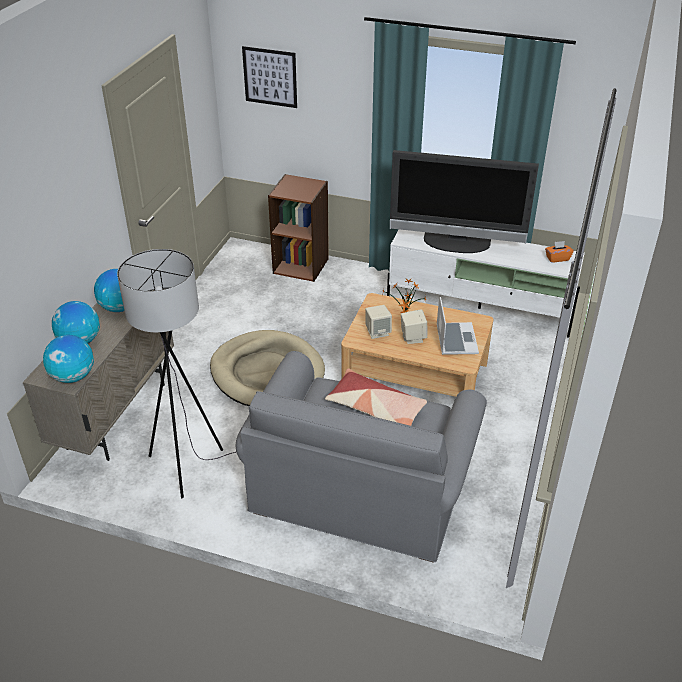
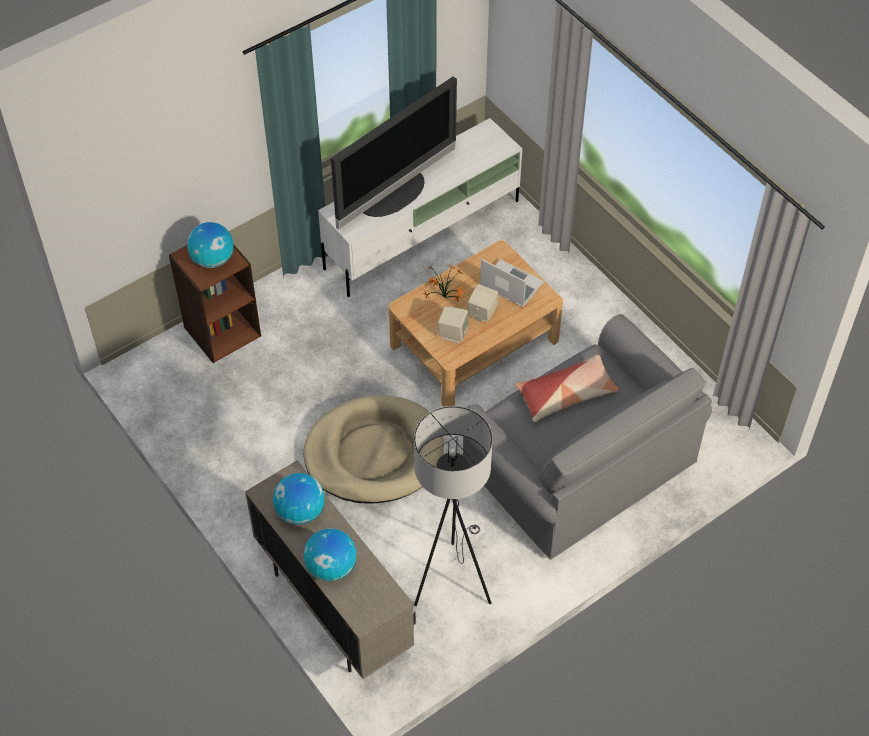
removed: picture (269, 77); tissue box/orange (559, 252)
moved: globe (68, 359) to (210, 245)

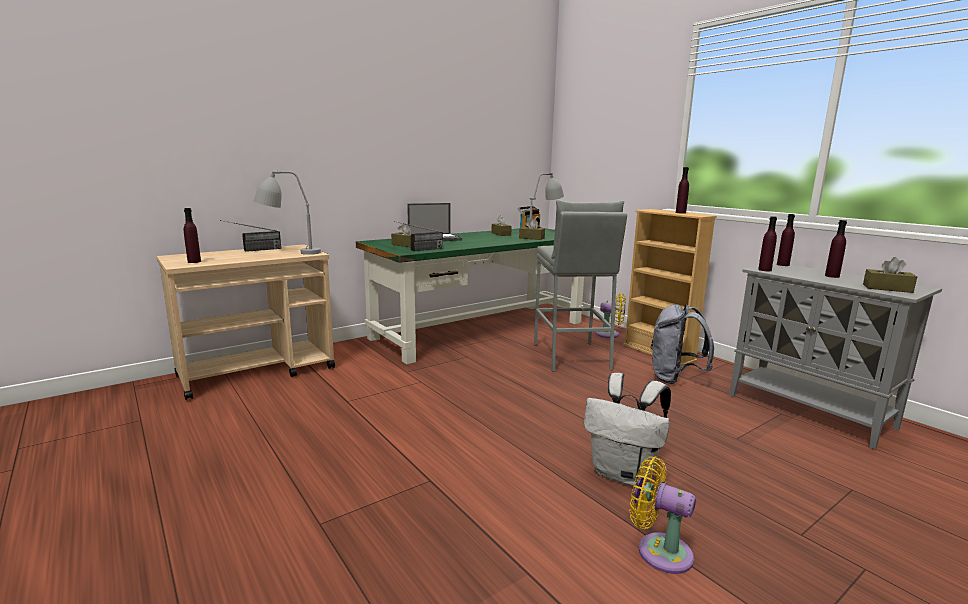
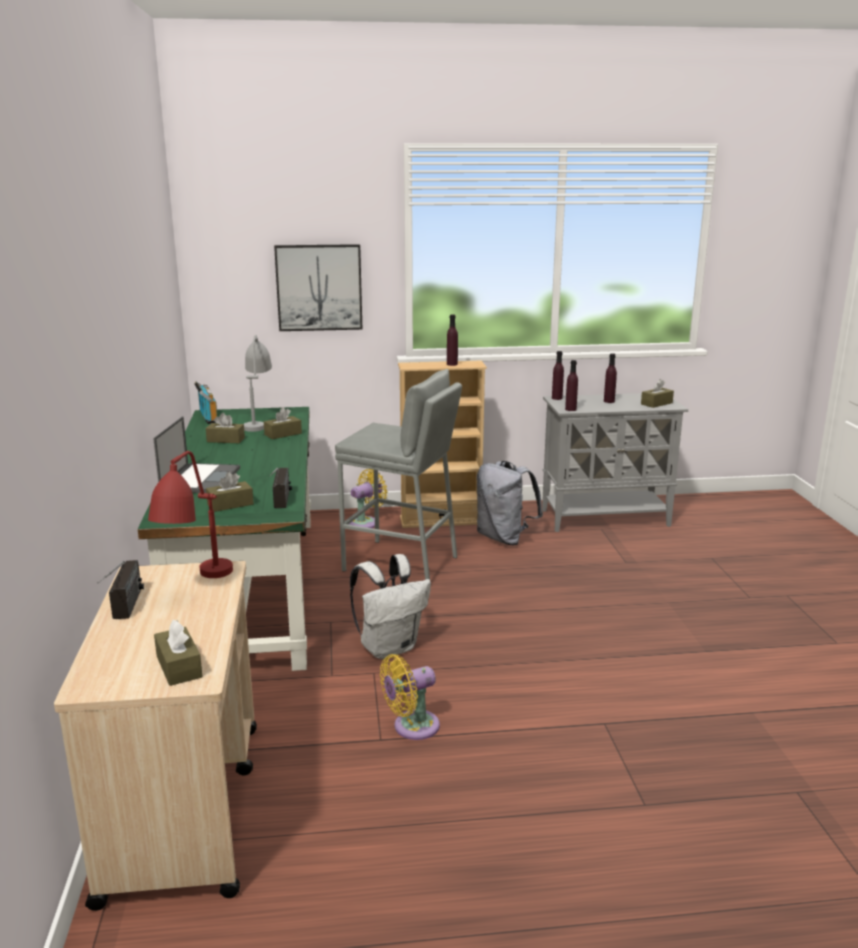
added: picture (318, 287)
moved: backpack/white (627, 429) to (390, 606); fan/yellow (663, 515) to (410, 697)
replaced: bottle/purple (192, 235) to tissue box/brown (178, 653)
recoloured: table lamp/grey (287, 213) to table lamp/red (190, 514)

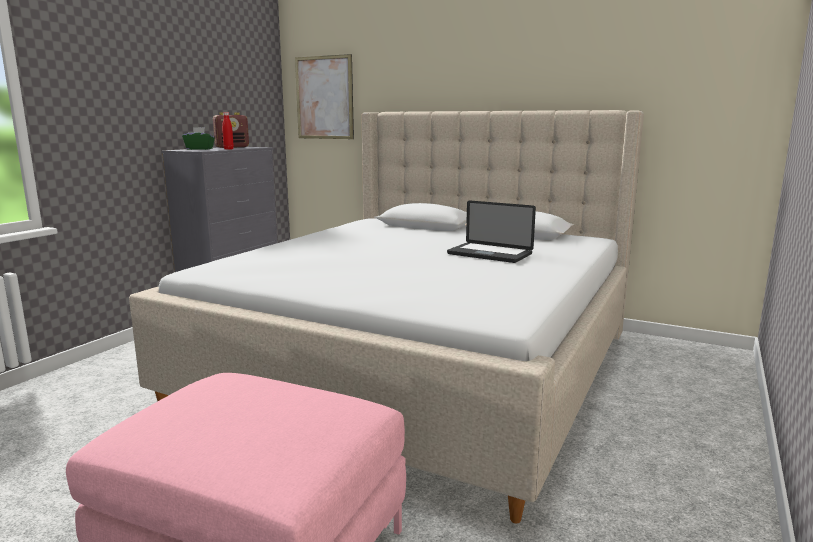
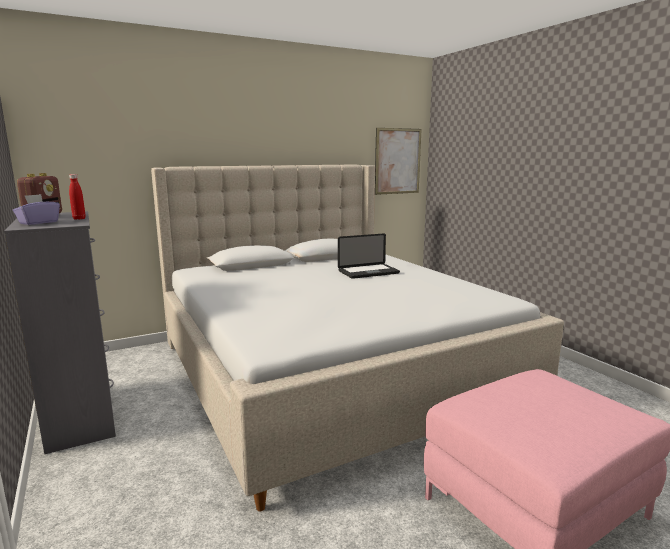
moved: picture (324, 96) to (398, 161)
recoloured: tissue box/green (198, 138) to tissue box/purple (36, 209)

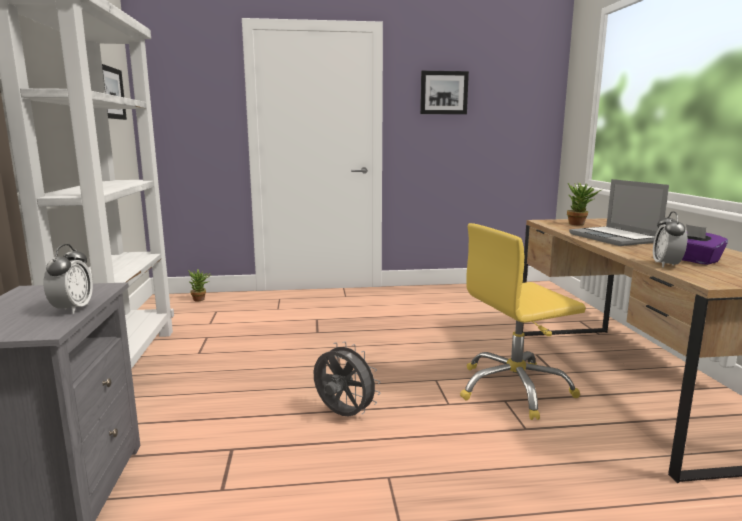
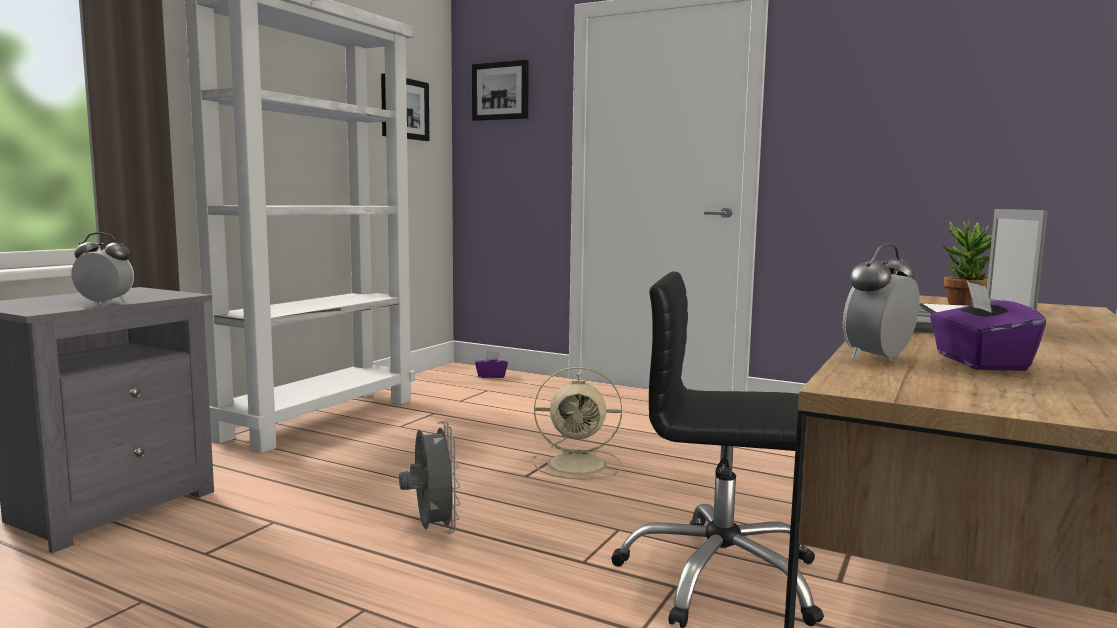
added: fan/beige (577, 423)
moved: picture (444, 92) to (500, 90)
replaced: potted plant (199, 285) to tissue box/purple (491, 364)
recoloured: office chair/yellow (523, 321) to office chair/black (717, 450)
turned: alarm clock (68, 279) = (103, 268) 120 degrees counterclockwise

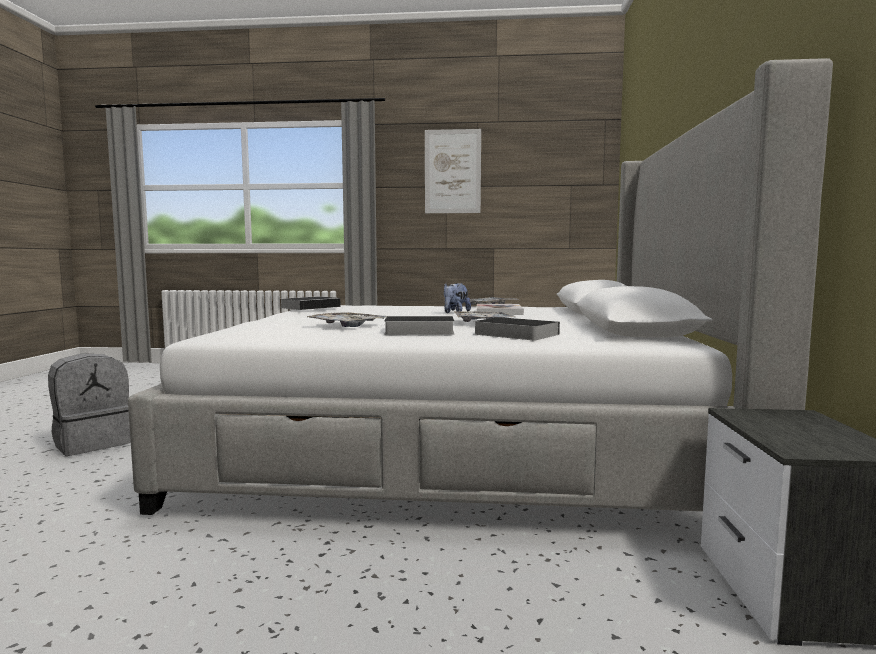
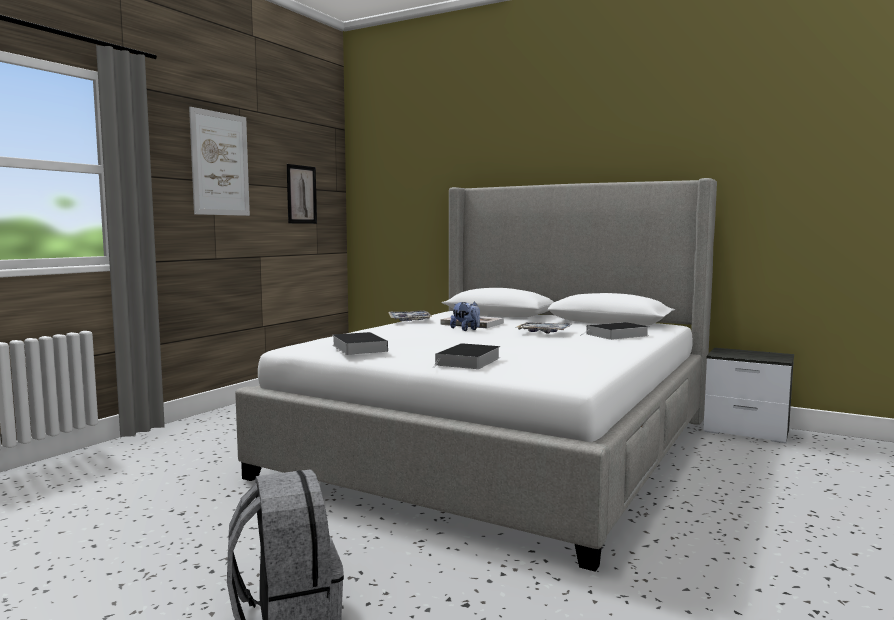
removed: tray (346, 319)
added: picture (302, 194)
moved: book (419, 325) to (466, 356)

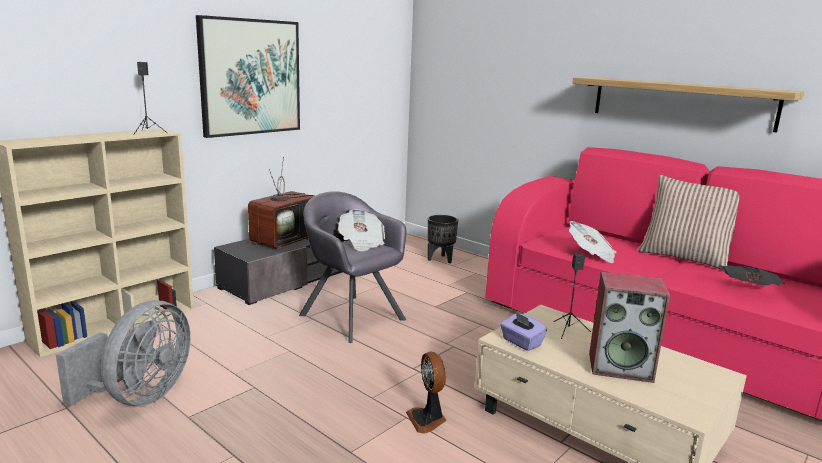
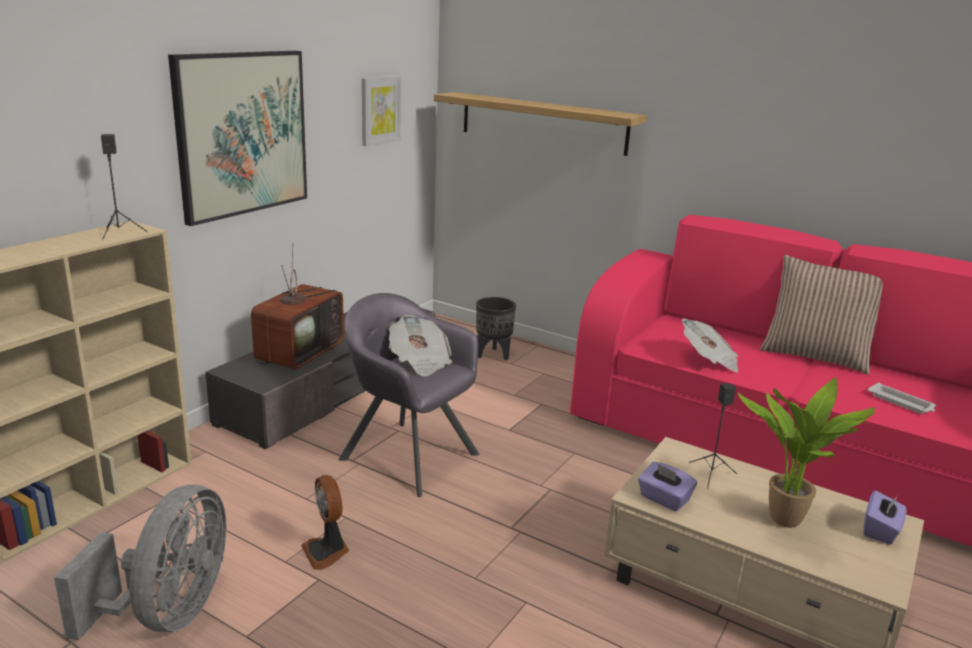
added: picture (381, 110); tissue box/purple (885, 517)
moved: shelf (688, 104) to (540, 124); fan (426, 393) to (325, 522)
replaced: newspaper (752, 276) to tray/white (901, 398); speaker (629, 327) to potted plant (807, 453)

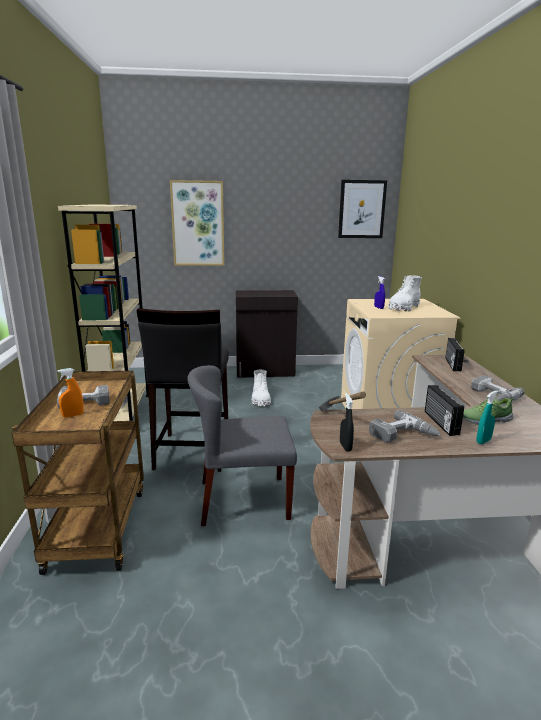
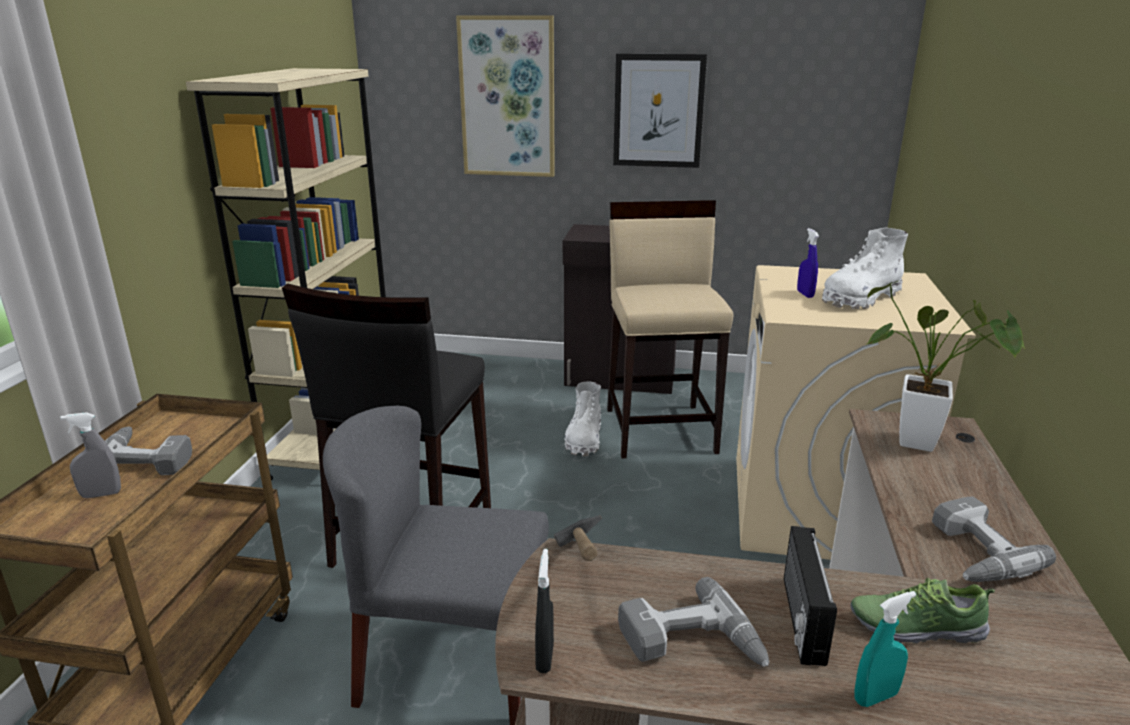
added: stool/beige (670, 329)
moved: picture (362, 209) to (660, 111)
replaced: radio (455, 354) to potted plant (945, 366)
recoloured: spray bottle/orange (70, 393) to spray bottle/grey (91, 455)

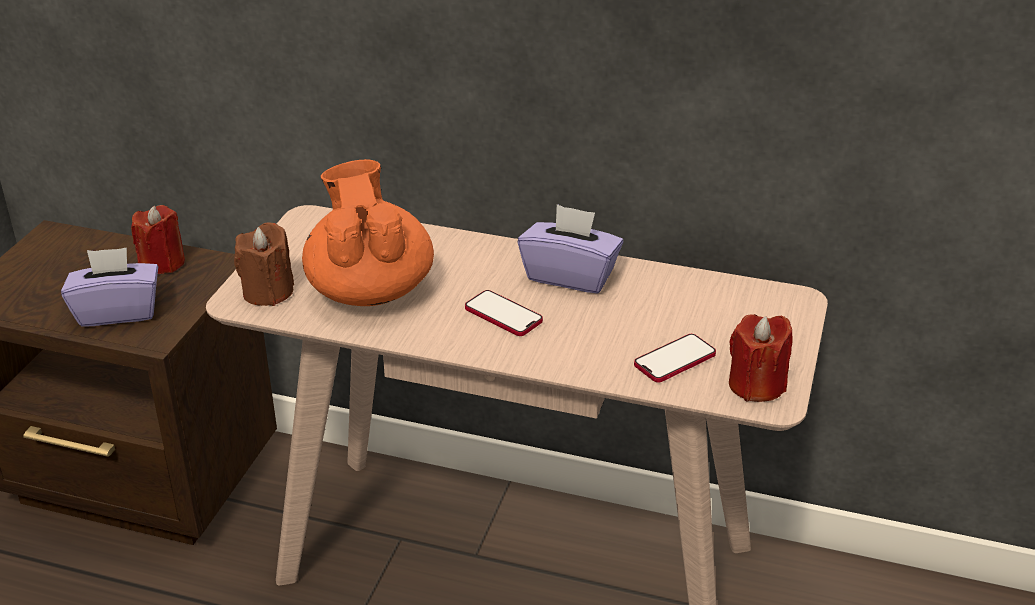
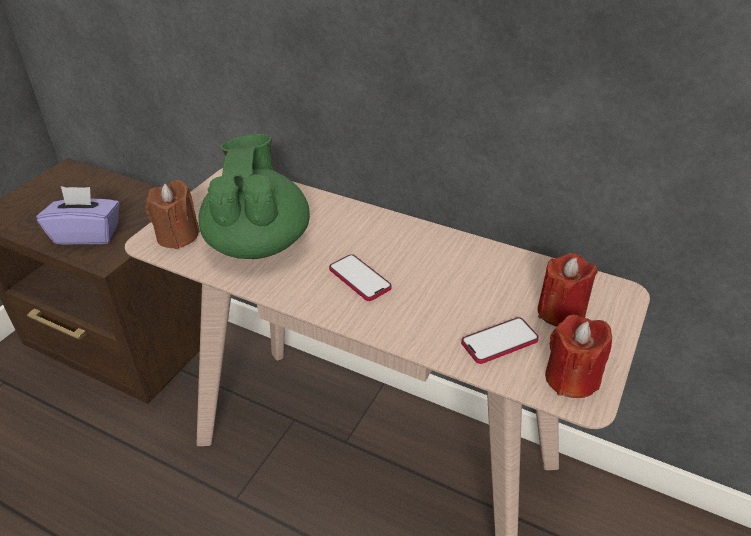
removed: tissue box/purple (571, 248)
moved: candle/red (158, 239) to (568, 290)
recoloured: teapot/orange (368, 232) to teapot/green (254, 196)

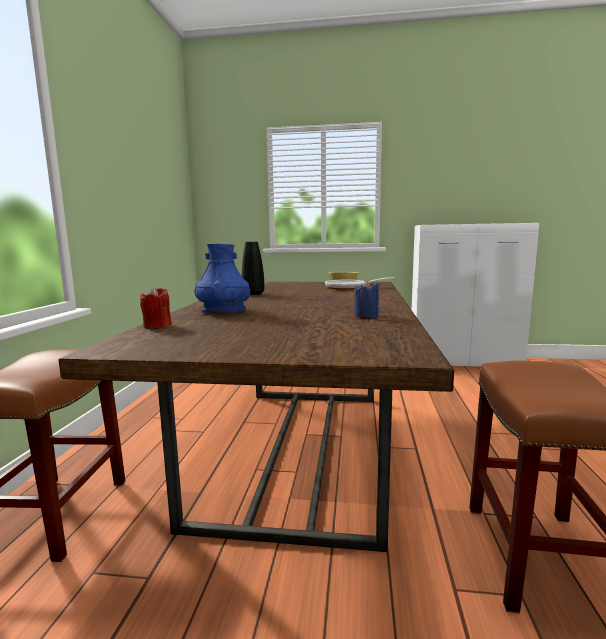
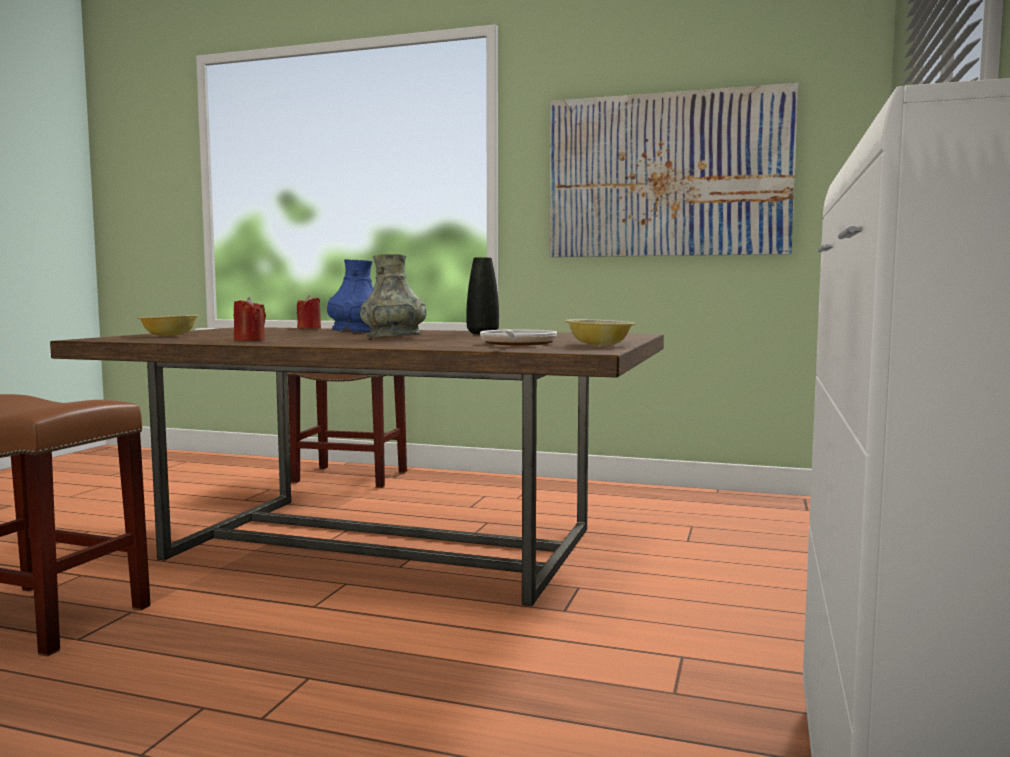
added: picture (674, 170); vase/grey (393, 296); bowl (168, 325)
recoloured: candle/blue (366, 298) to candle/red (250, 319)

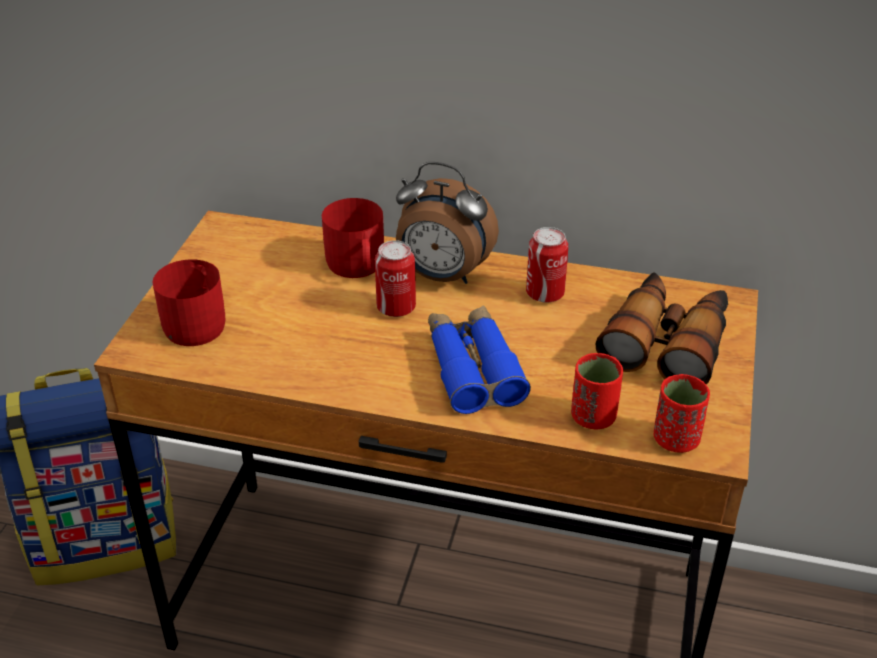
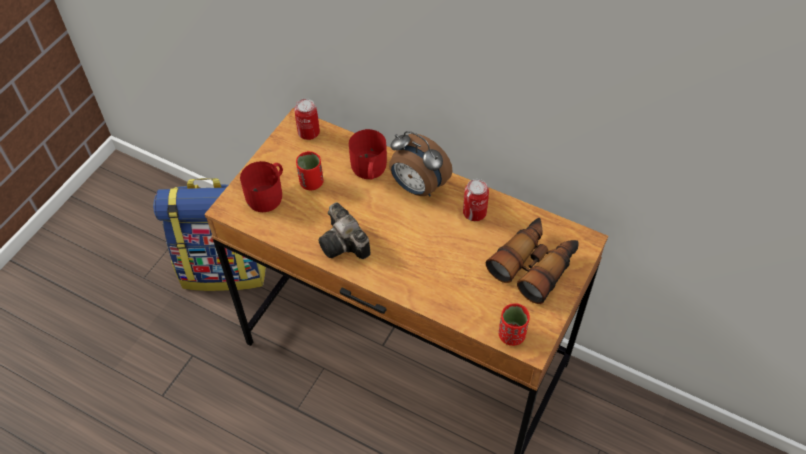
removed: binoculars/blue (479, 360)
added: photo camera (344, 230)
moved: can (395, 278) to (307, 119); cup/red (597, 391) to (309, 170)

